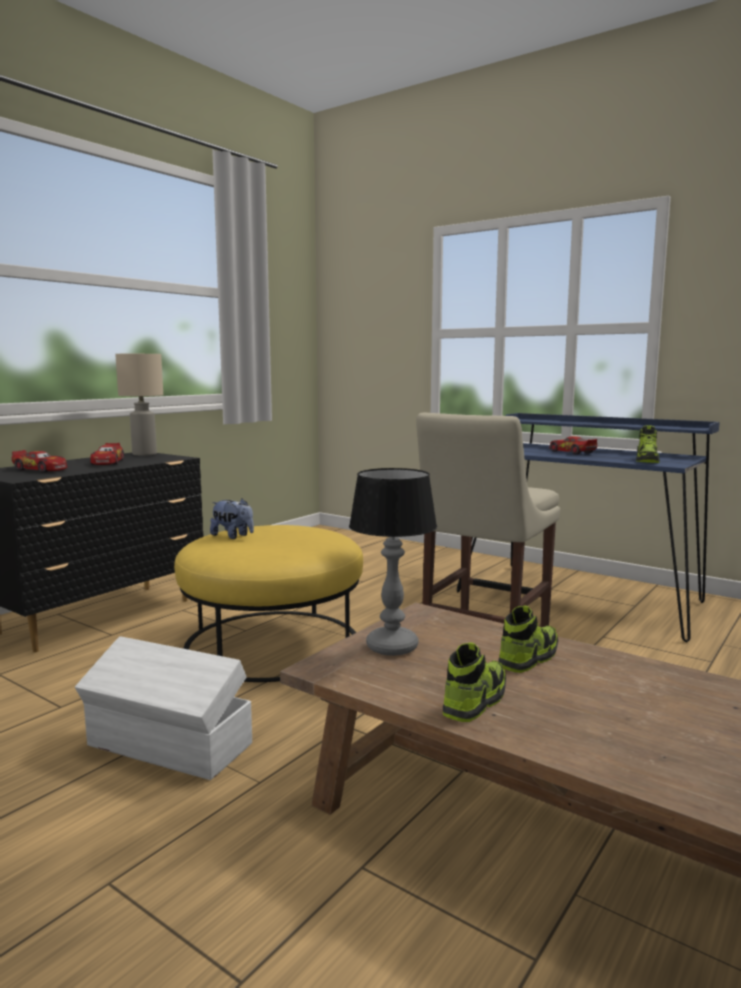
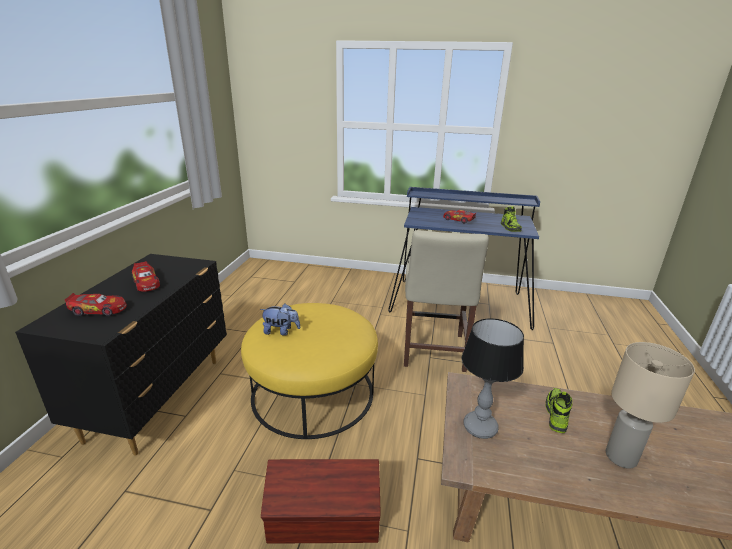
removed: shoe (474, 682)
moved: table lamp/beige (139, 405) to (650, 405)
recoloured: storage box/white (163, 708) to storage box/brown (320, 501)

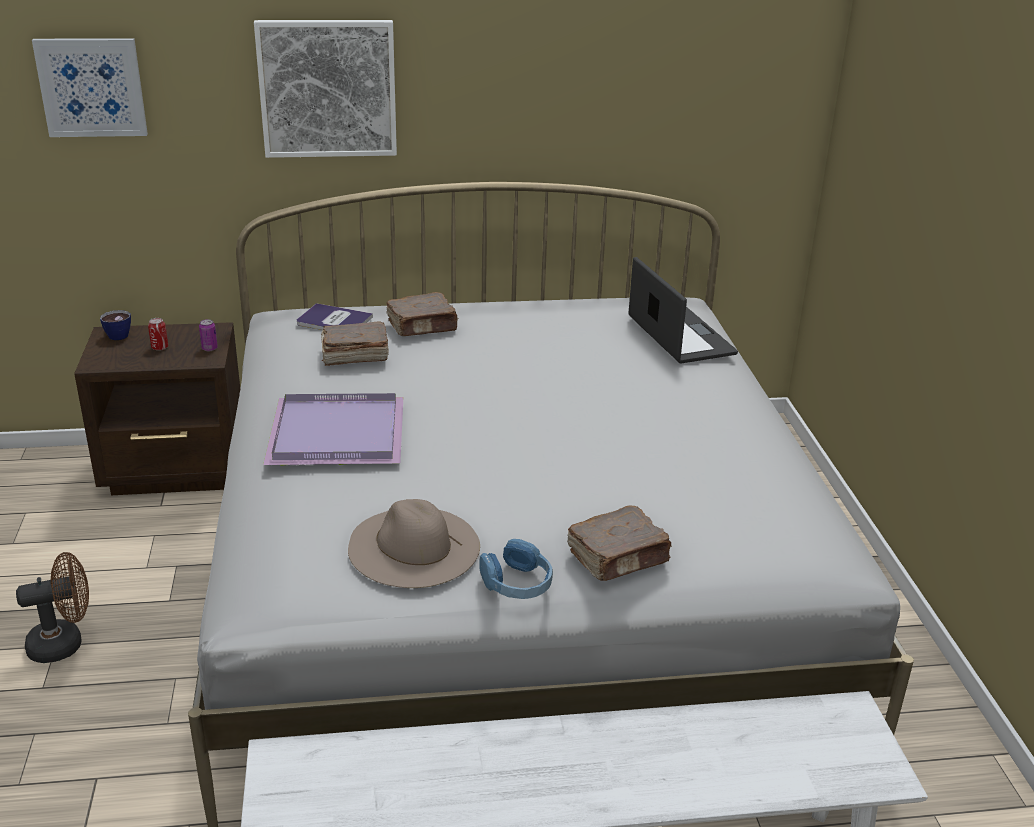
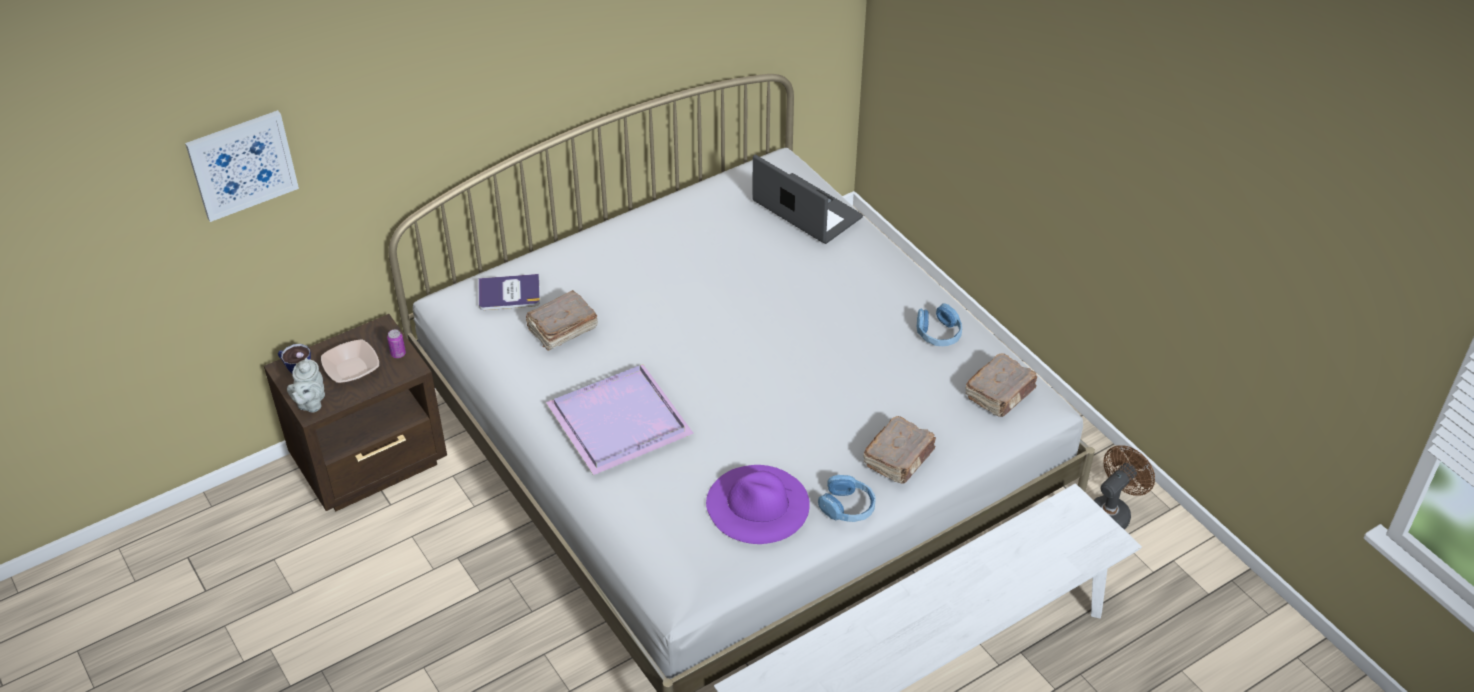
removed: picture (325, 89)
added: headphones/blue (939, 324); teapot/grey (306, 385)
moved: book/brown (422, 314) to (1001, 385); fan/brown (52, 607) to (1124, 487)
replaced: can (158, 334) to bowl (350, 361)
recoloured: hat/beige (414, 543) to hat/purple (758, 504)

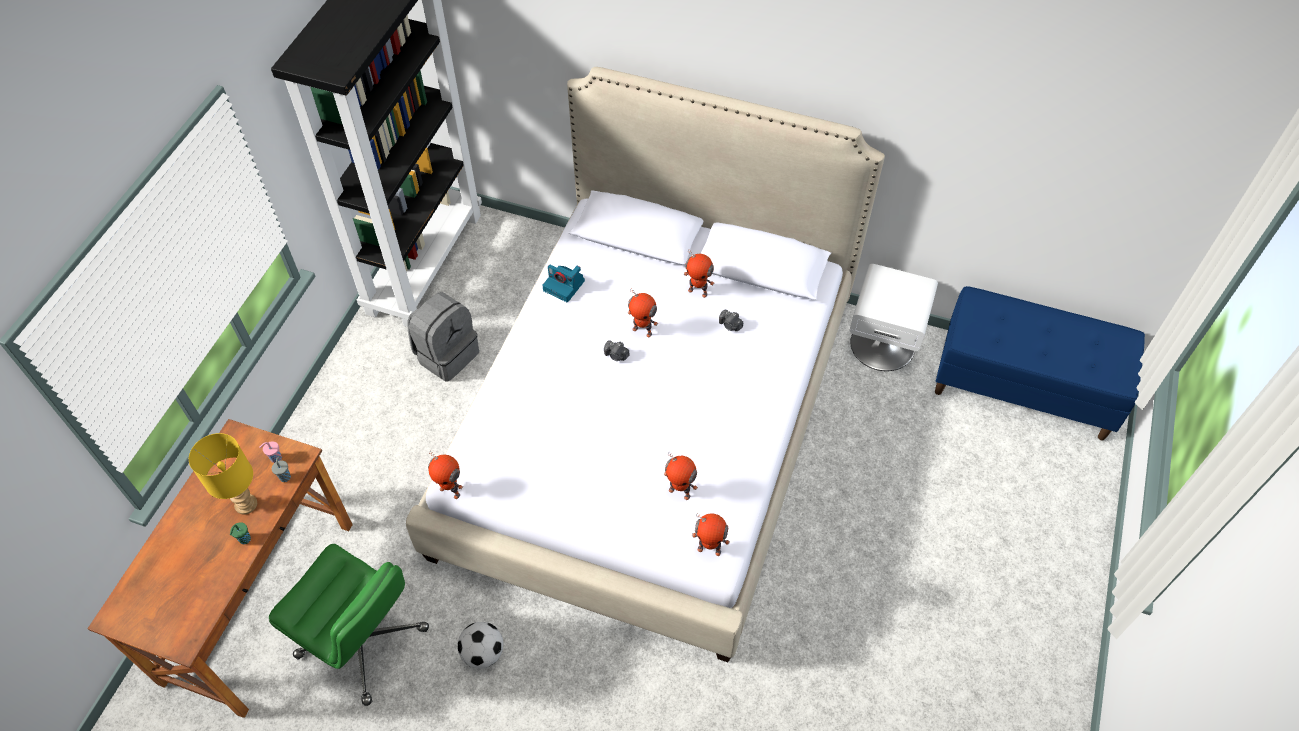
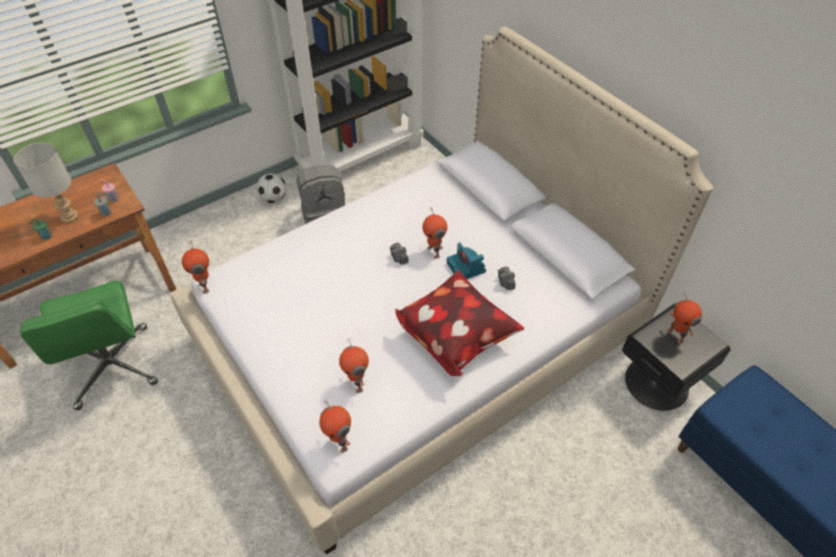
added: pillow (459, 323)
moved: toy robot (699, 273) to (684, 318); photo camera (563, 283) to (466, 261); football (480, 645) to (271, 188)
recoloured: nightstand/white (893, 317) to nightstand/black (676, 357); table lamp/yellow (223, 474) to table lamp/grey (46, 183)

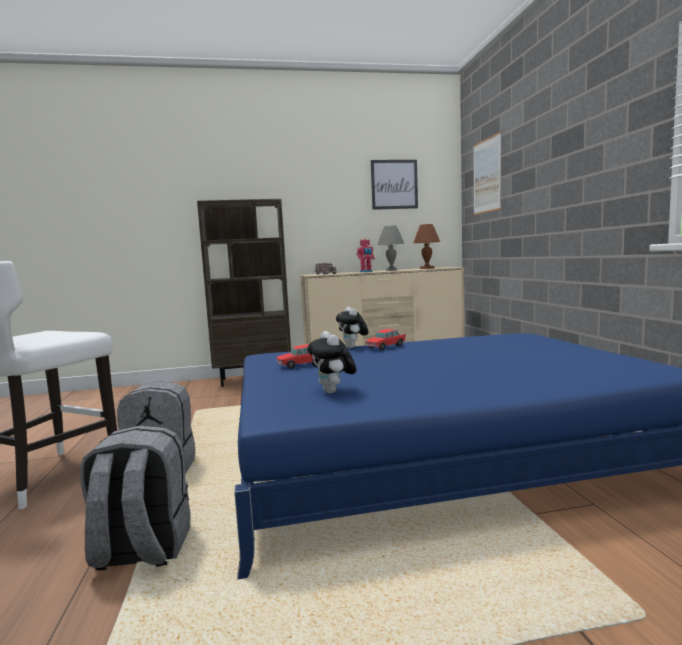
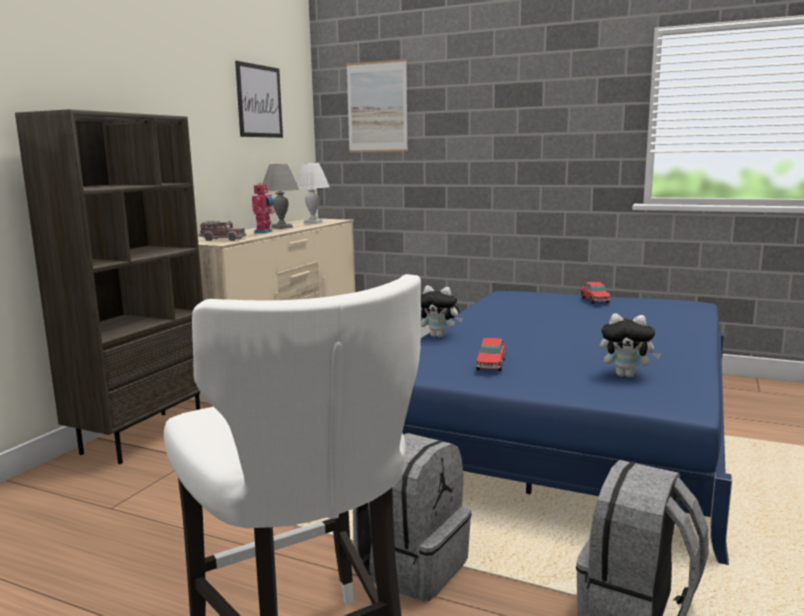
moved: toy car (385, 339) to (595, 293)
recoloured: table lamp/brown (427, 246) to table lamp/white (313, 193)

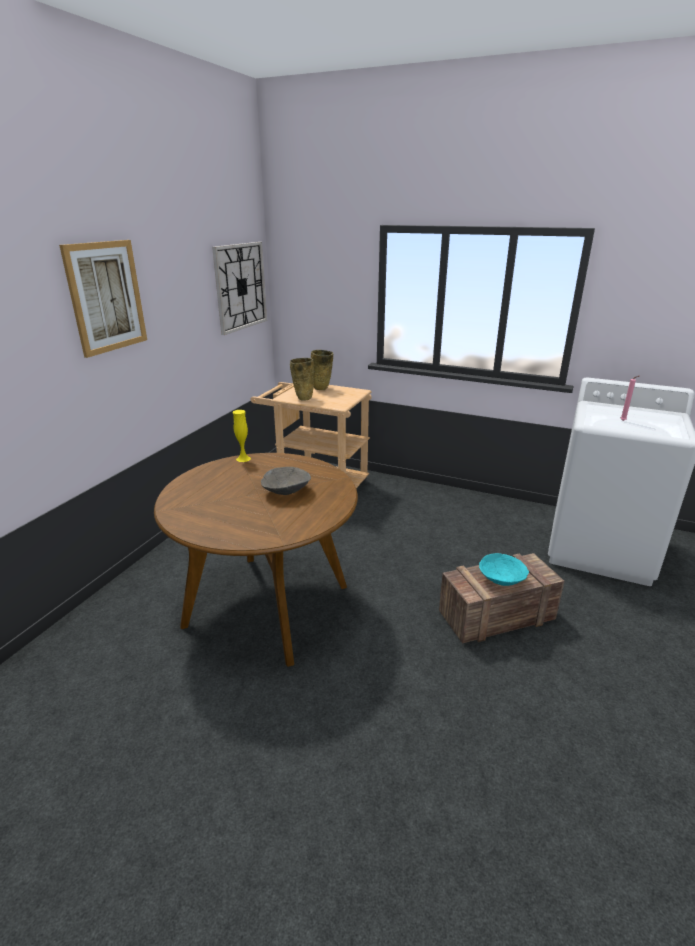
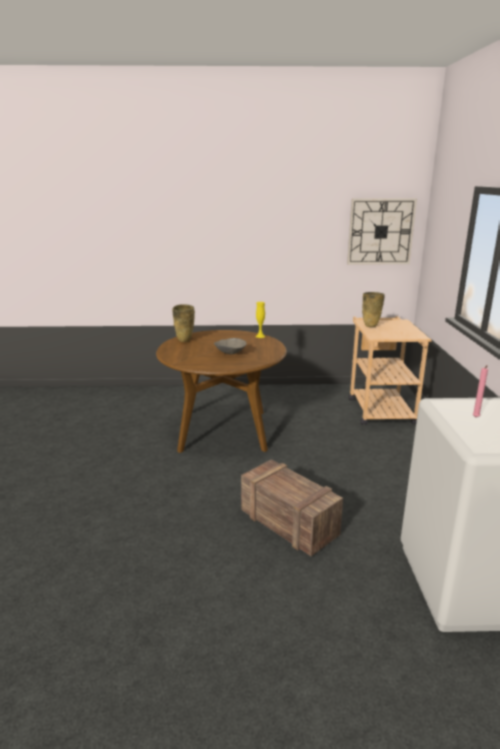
removed: picture (103, 299); bowl/turquoise (504, 569)
moved: vase/beige (322, 370) to (184, 323)

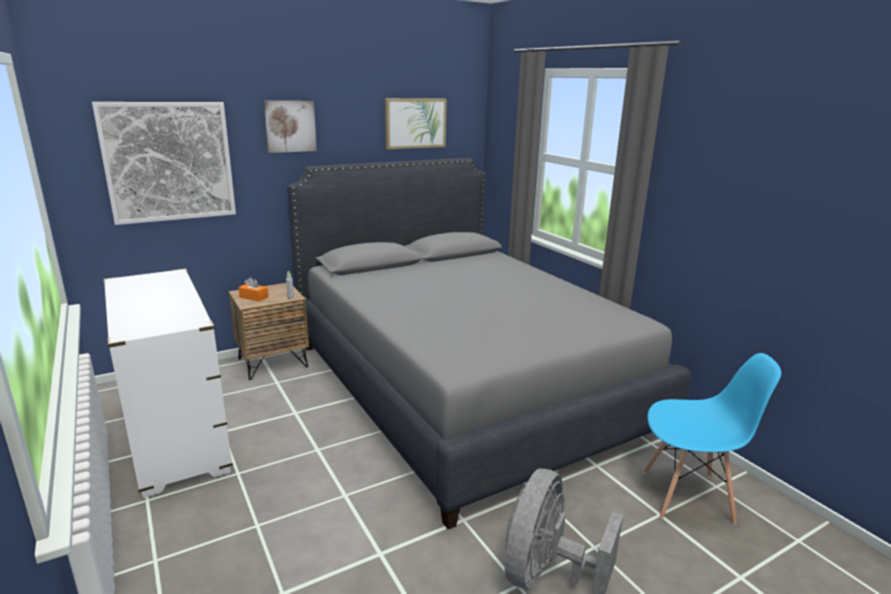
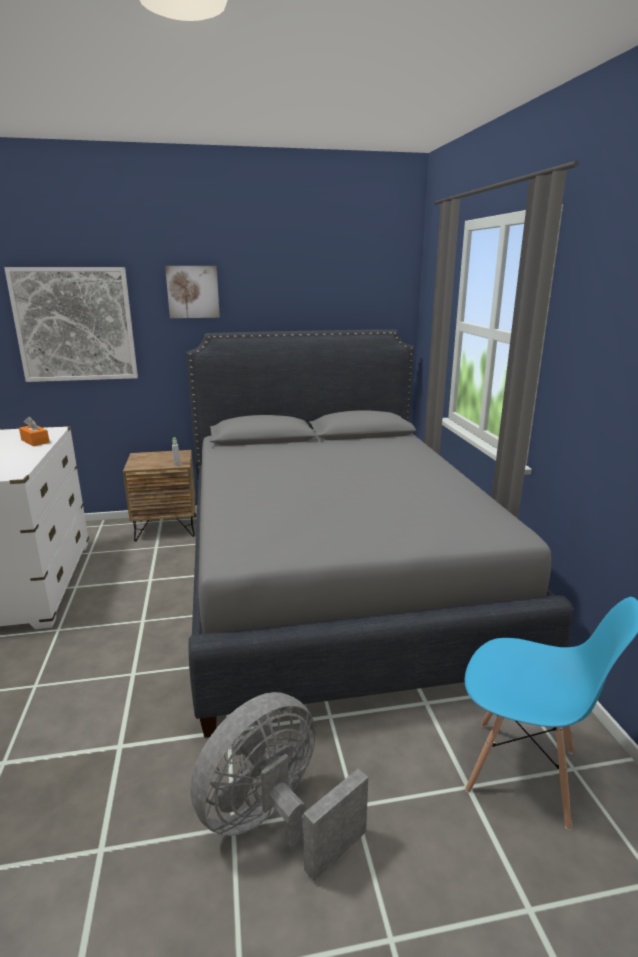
removed: picture (416, 123)
moved: tissue box/orange (253, 289) to (34, 431)

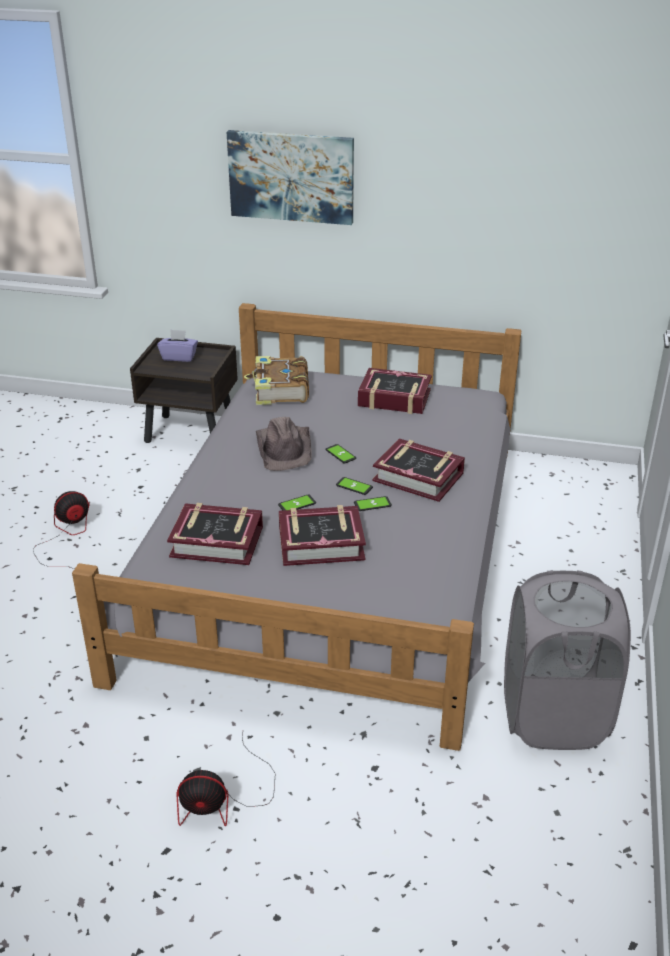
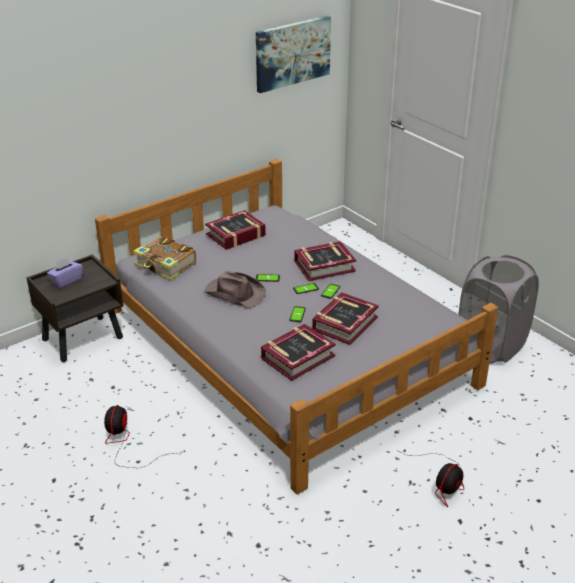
moved: picture (290, 177) to (293, 54)

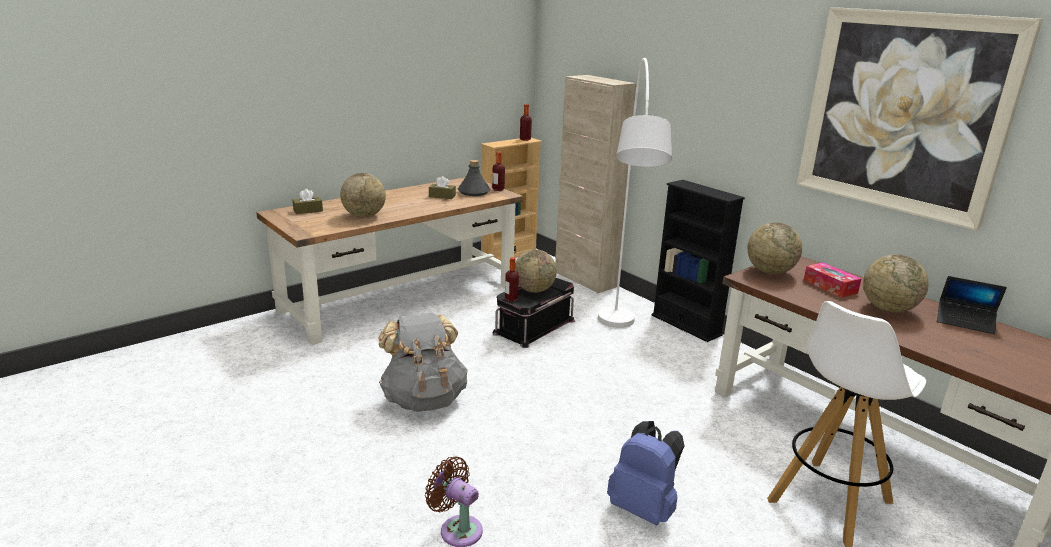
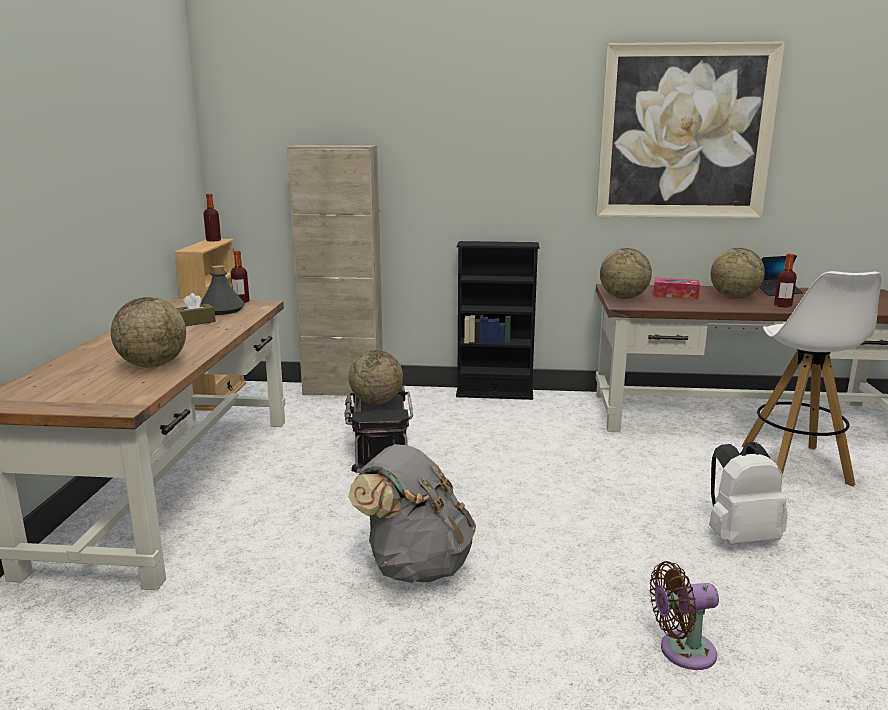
removed: floor lamp/white (635, 193); tissue box/brown (307, 201)
moved: bottle (512, 279) to (785, 280)
recoloured: backpack/blue (645, 473) to backpack/white (748, 493)

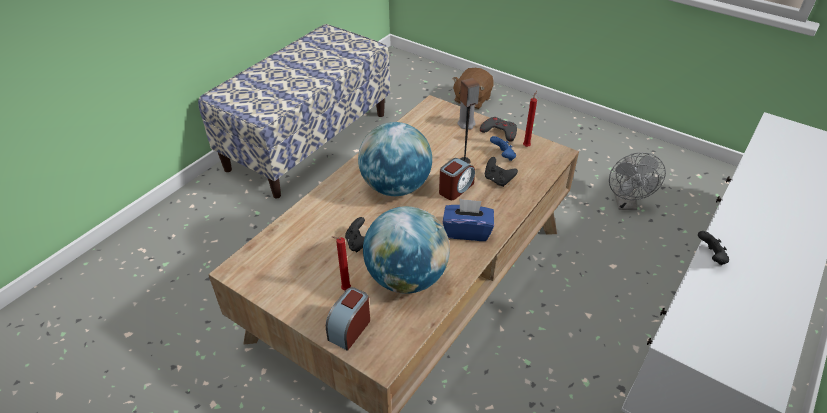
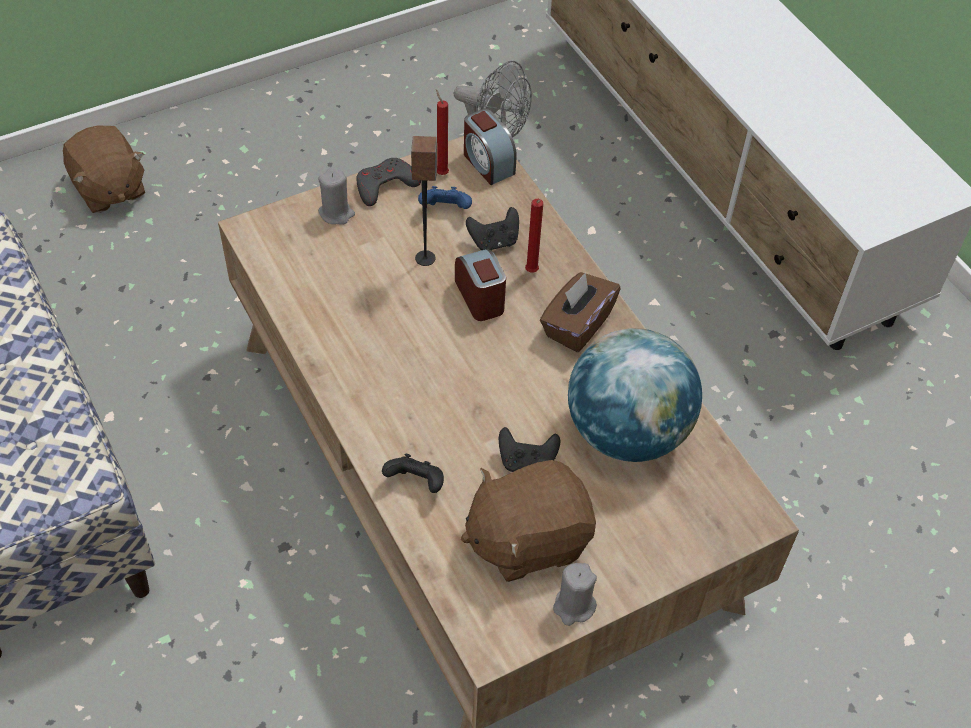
removed: globe (395, 159)
added: plush toy/brown (528, 521); candle/grey (575, 594)
moved: game controller/black (713, 248) to (413, 473); candle/red (341, 263) to (534, 236); alarm clock (348, 319) to (490, 147)
recoloured: tissue box/blue (468, 220) to tissue box/brown (580, 312)

